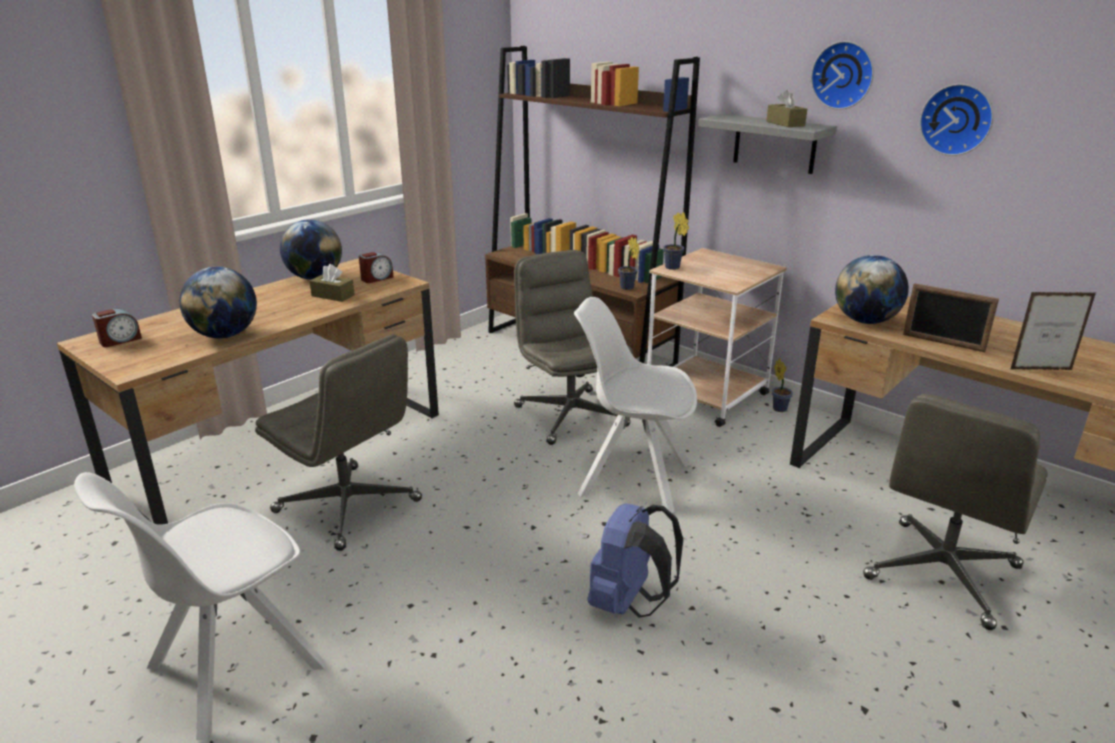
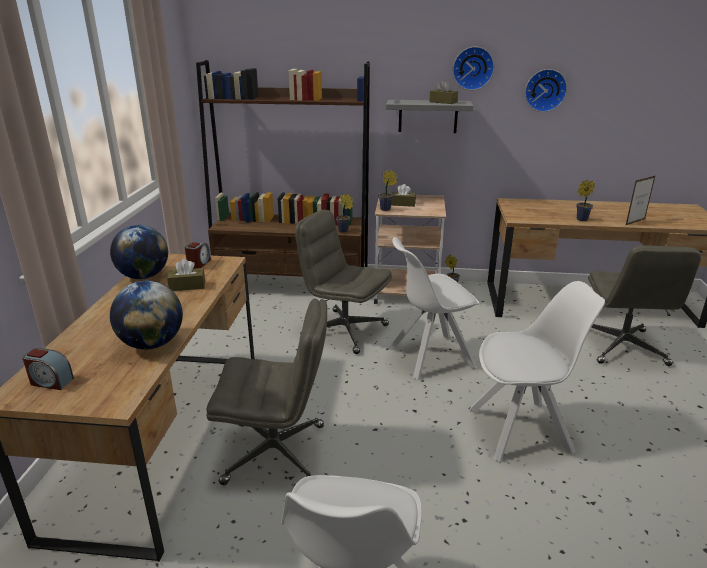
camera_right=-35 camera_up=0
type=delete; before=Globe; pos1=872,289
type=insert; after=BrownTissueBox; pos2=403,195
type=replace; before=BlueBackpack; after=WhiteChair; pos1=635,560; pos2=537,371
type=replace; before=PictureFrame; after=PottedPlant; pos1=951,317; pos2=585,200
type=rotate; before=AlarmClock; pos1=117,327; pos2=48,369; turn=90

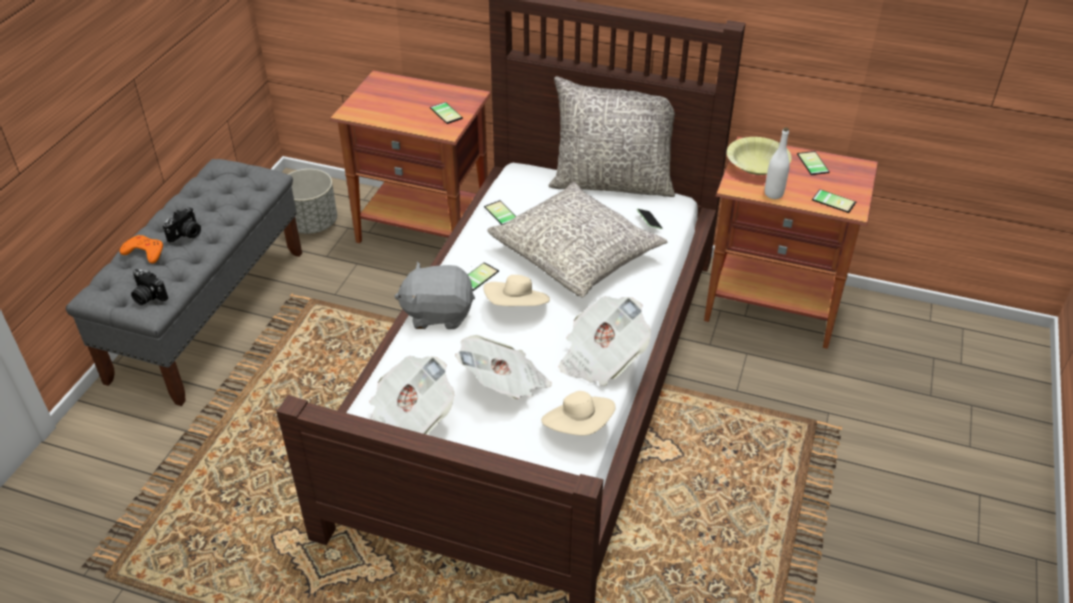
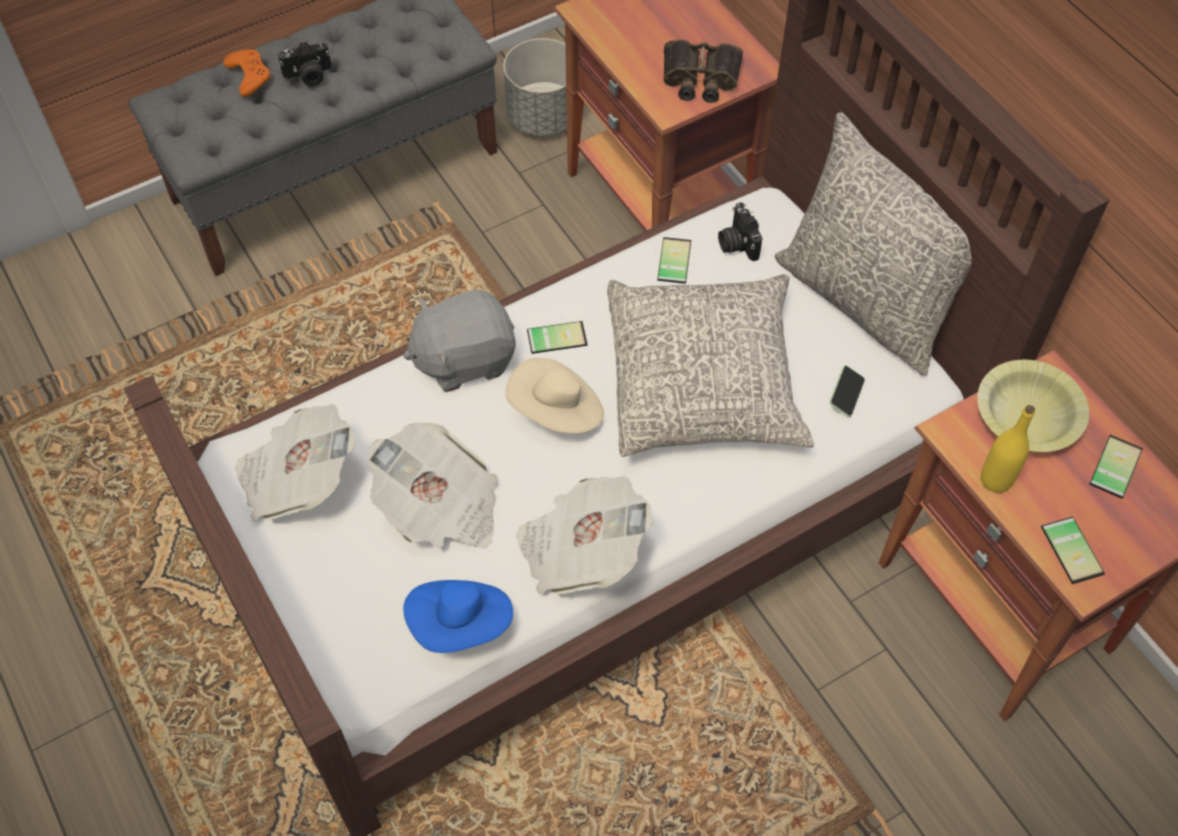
camera_right=40 camera_up=15
type=move; before=PhotoCamera; pos1=149,287; pos2=740,231
type=replace; before=Phone; after=Binoculars; pos1=446,113; pos2=703,71
type=recolor; before=BeigeHat; after=BlueHat; pos1=578,413; pos2=458,616
type=recolor; before=WhiteBottle; after=YellowBottle; pos1=777,163; pos2=1008,449
type=rotate; before=GreyPlushToy; pos1=434,295; pos2=459,340; turn=-60

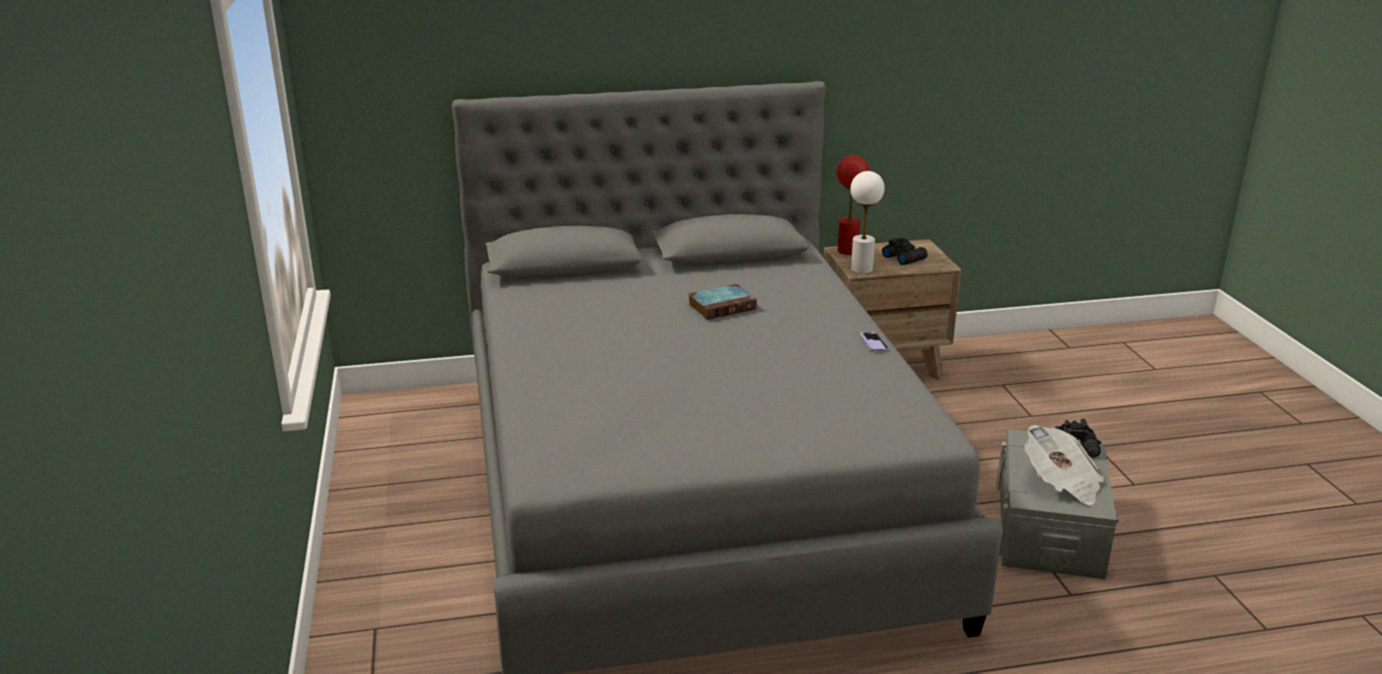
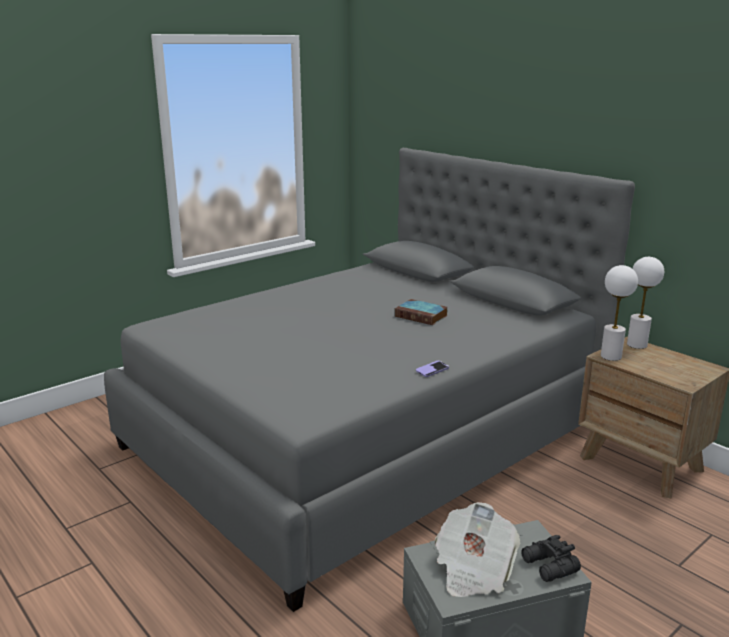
camera_right=60 camera_up=-5
type=delete; before=BlackBinoculars; pos1=905,251
type=recolor; before=RedTableLamp; after=WhiteTableLamp; pos1=853,205; pos2=645,303

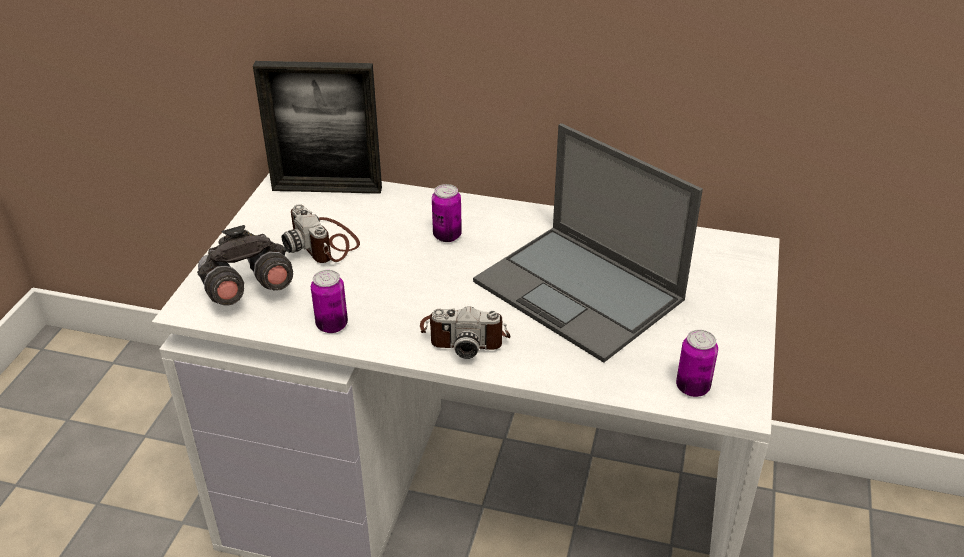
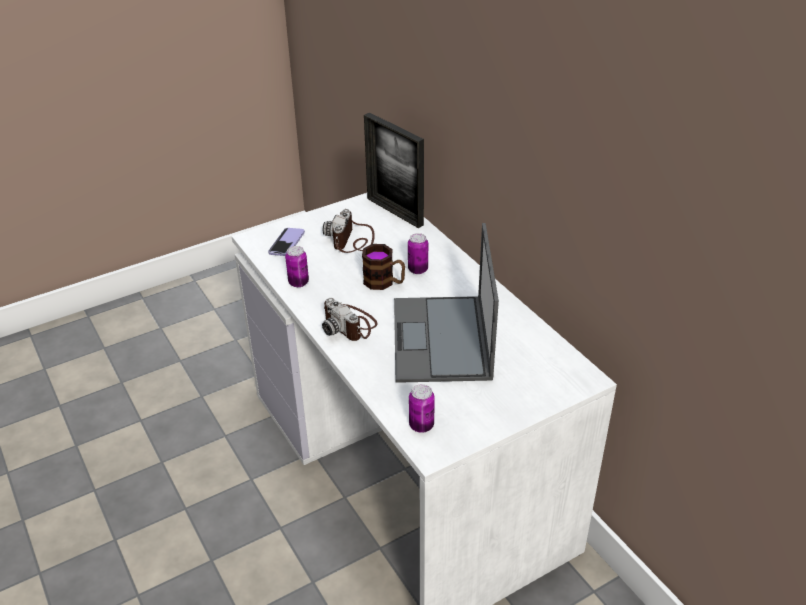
camera_right=45 camera_up=0
type=insert; after=Mug; pos2=383,267
type=replace; before=GreyBinoculars; after=Phone; pos1=245,265; pos2=286,242

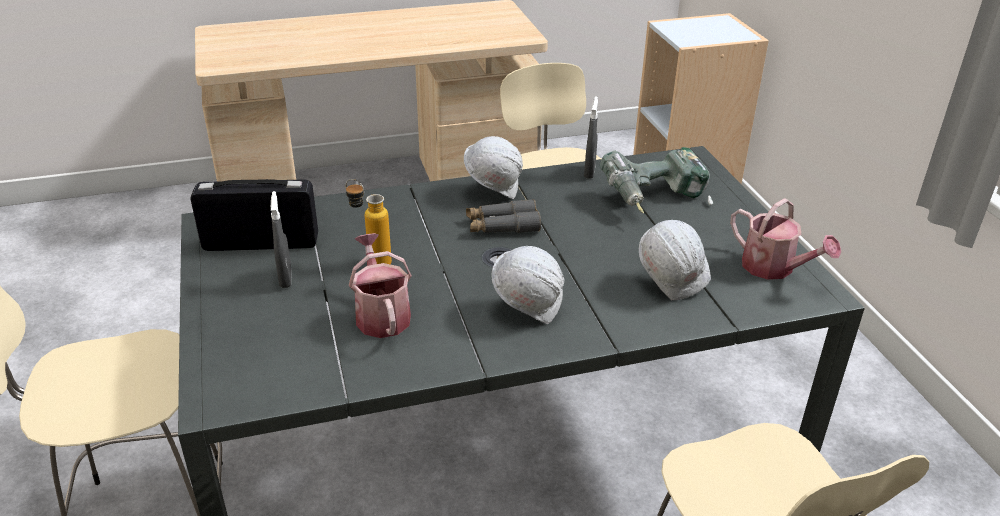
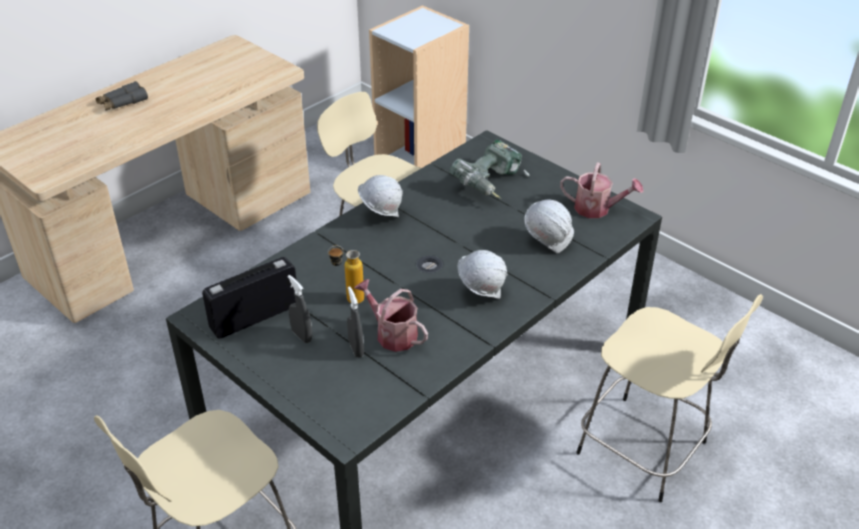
camera_right=-30 camera_up=5
type=move; before=GreyBinoculars; pos1=503,216; pos2=122,96
type=move; before=GreySprayBottle; pos1=591,137; pos2=355,322

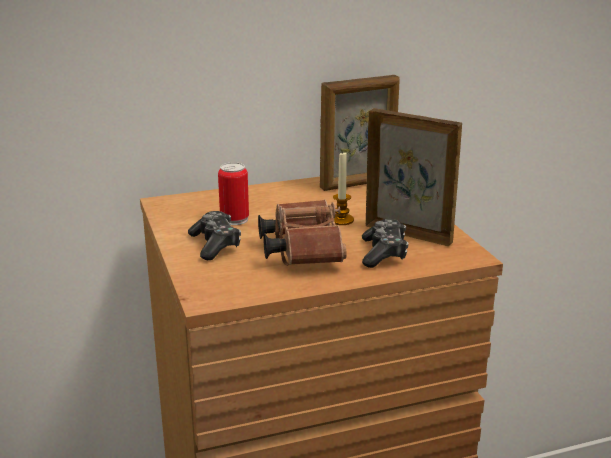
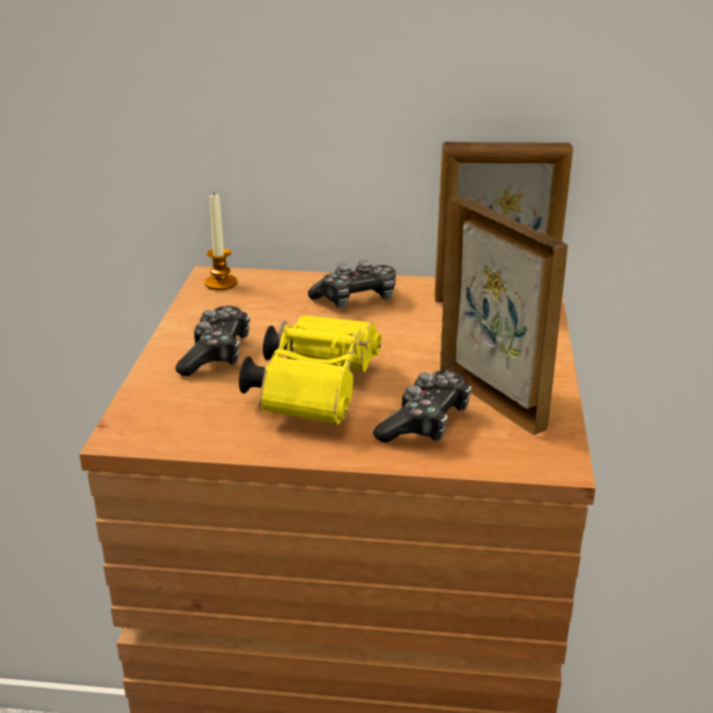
camera_right=25 camera_up=5
type=delete; before=Can; pos1=233,193
type=insert; after=GameController; pos2=352,284
type=move; before=Candle; pos1=343,189; pos2=221,242
type=recolor; before=BrownBinoculars; after=YellowBinoculars; pos1=302,232; pos2=310,369

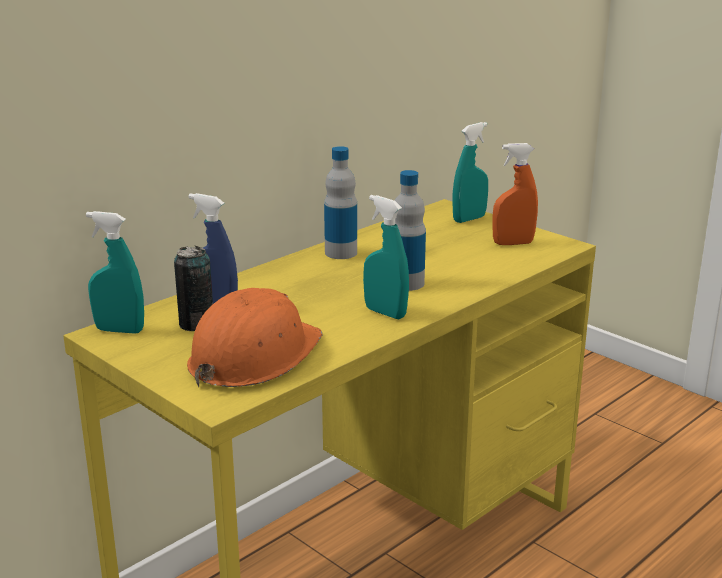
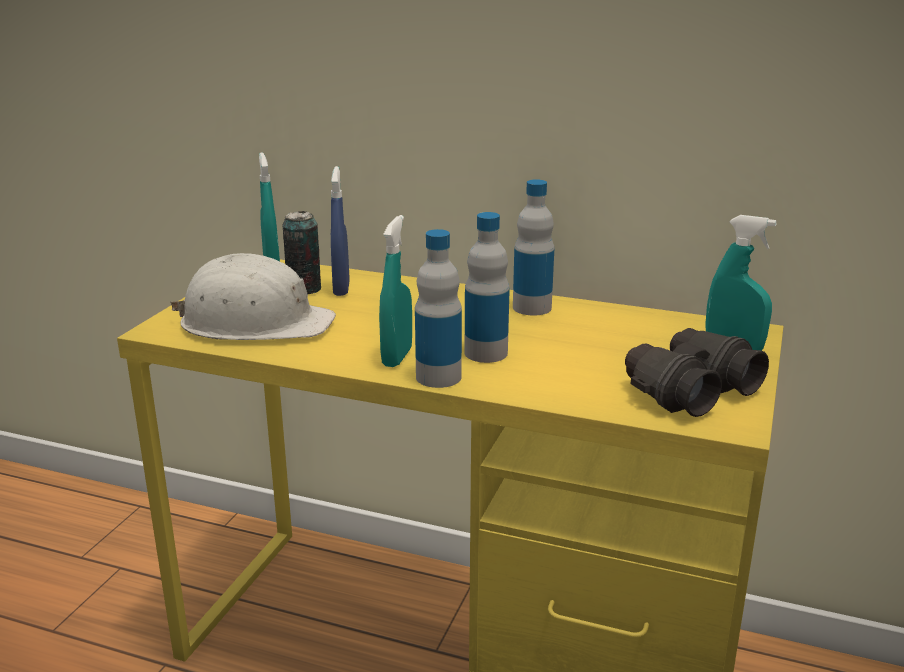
camera_right=65 camera_up=0
type=insert; after=Bottle; pos2=438,308
type=replace; before=OrangeSprayBottle; after=BlackBinoculars; pos1=515,194; pos2=697,372
type=recolor; before=OrangeHardHat; after=WhiteHardHat; pos1=255,337; pos2=252,296

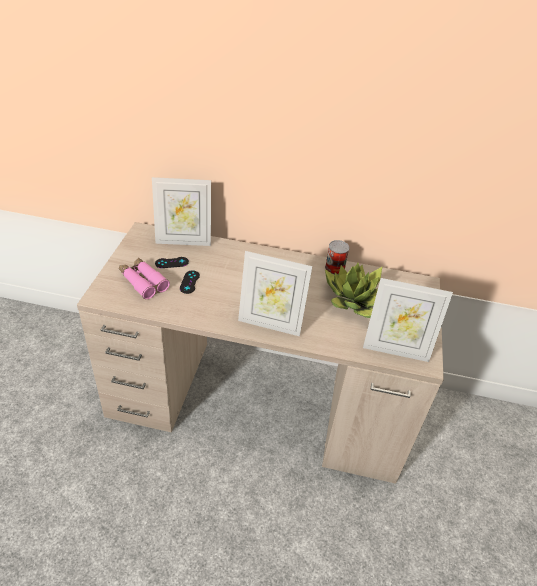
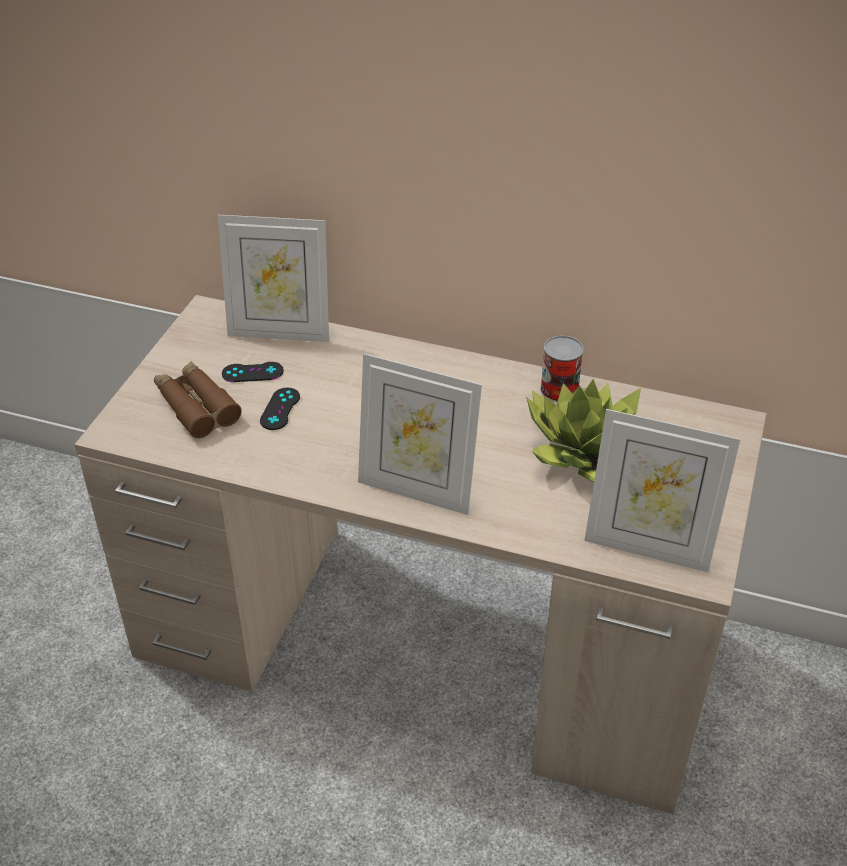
camera_right=10 camera_up=0
type=recolor; before=PinkBinoculars; after=BrownBinoculars; pos1=144,278; pos2=198,400

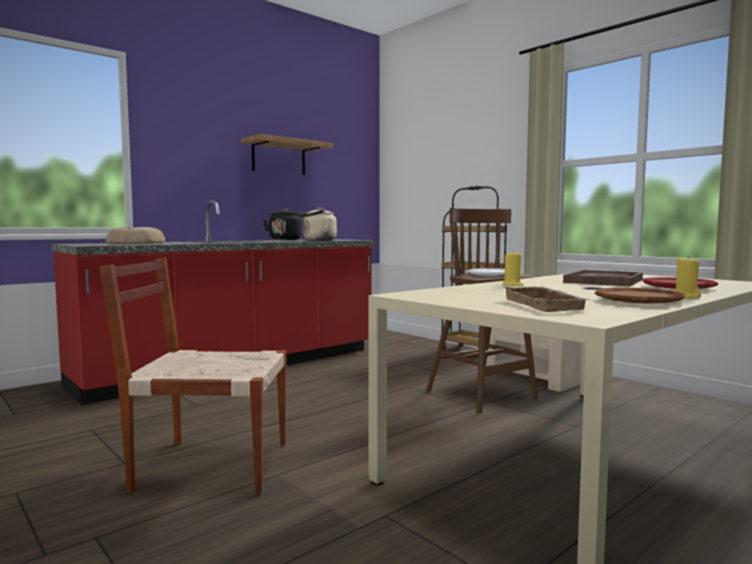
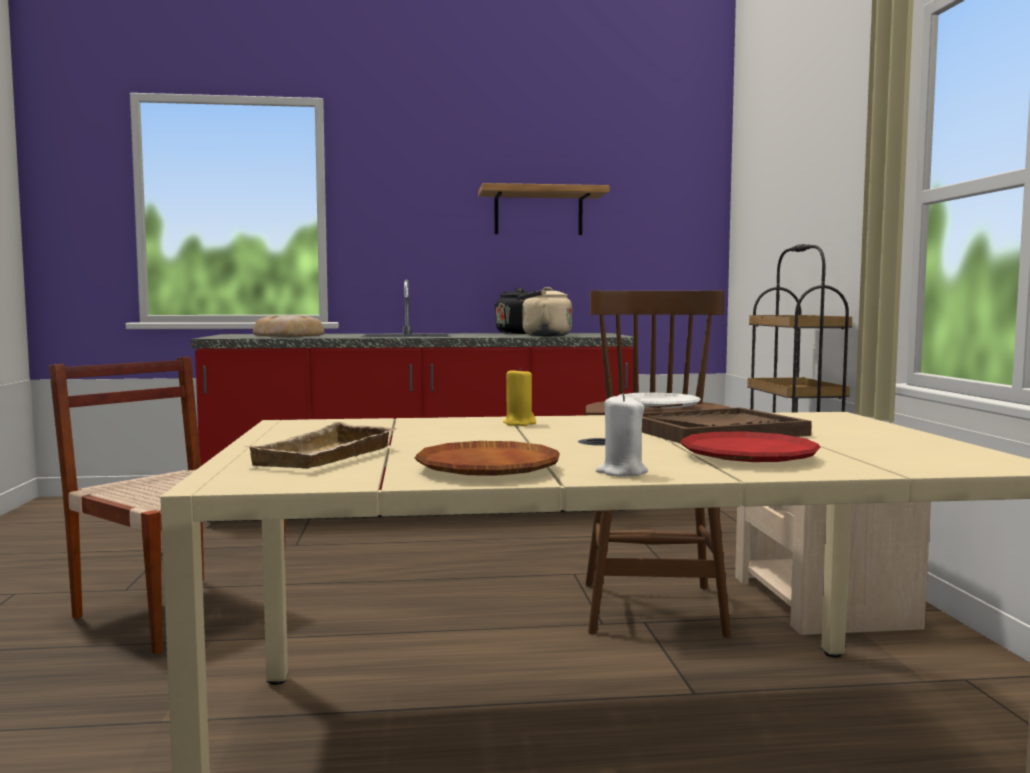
camera_right=35 camera_up=0
type=recolor; before=YellowCandle; after=WhiteCandle; pos1=688,277; pos2=622,435

